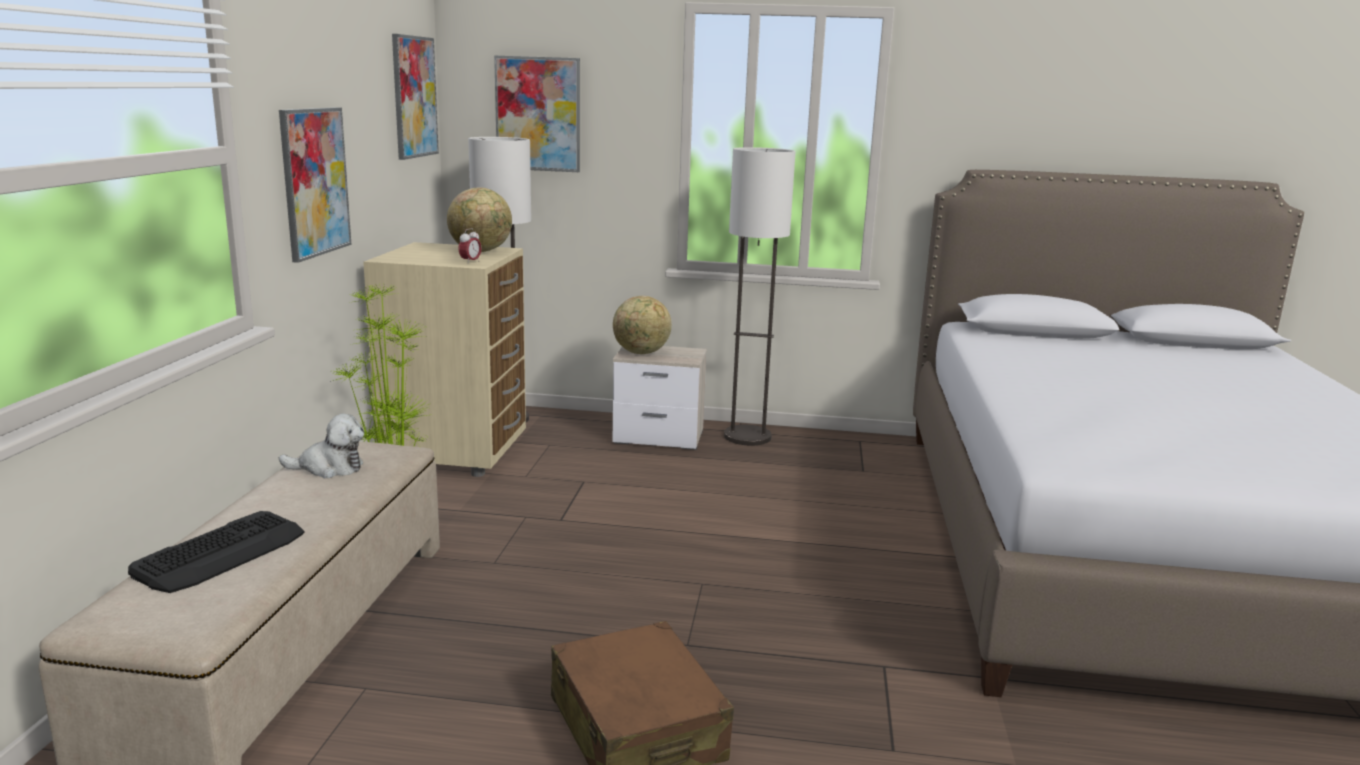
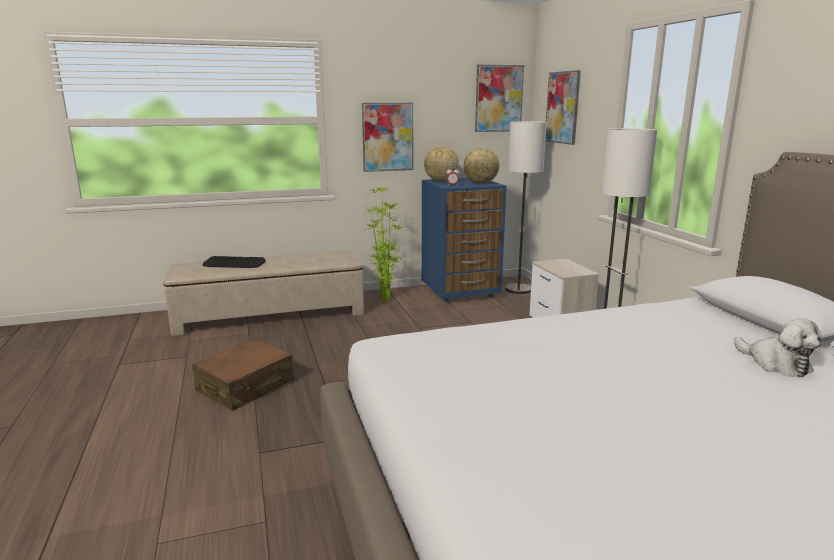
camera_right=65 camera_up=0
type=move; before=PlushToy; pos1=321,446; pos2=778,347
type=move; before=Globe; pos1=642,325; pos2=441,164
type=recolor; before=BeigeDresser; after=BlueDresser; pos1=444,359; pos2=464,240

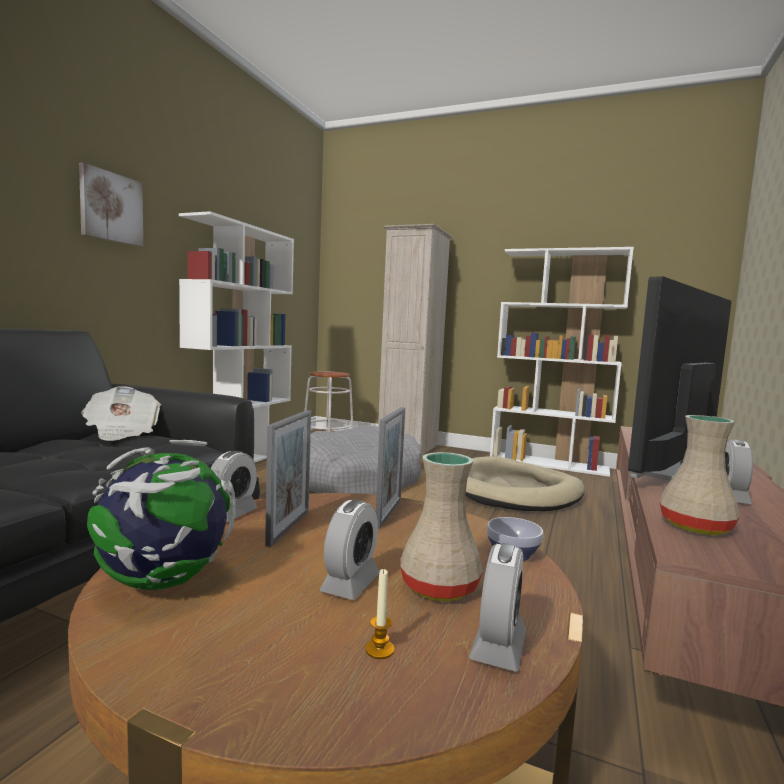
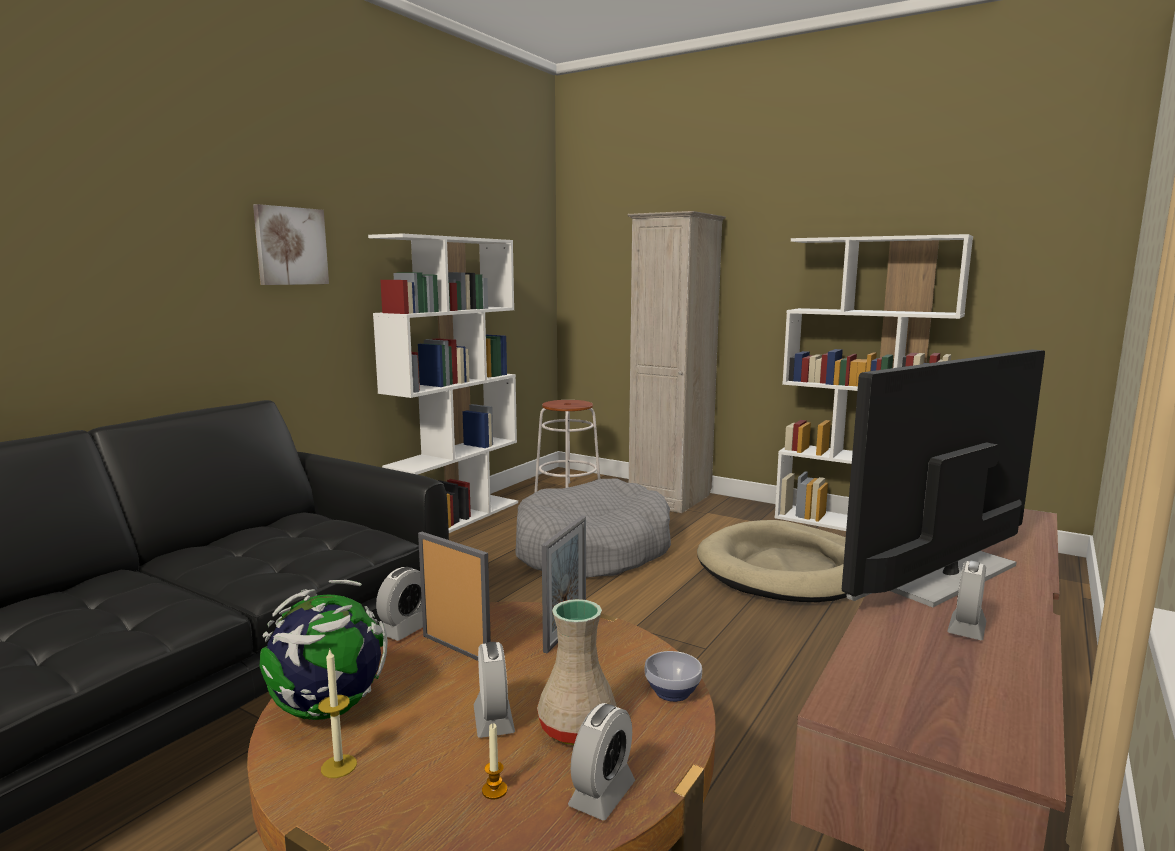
camera_right=10 camera_up=5
type=delete; before=Newspaper; pos1=121,413
type=delete; before=BeigeVase; pos1=699,475
type=insert; after=Candle; pos2=337,713
type=rotate; before=PictureFrame; pos1=288,478; pos2=454,596; turn=-75
type=rotate; before=AlarmClock; pos1=349,549; pos2=494,690; turn=-45

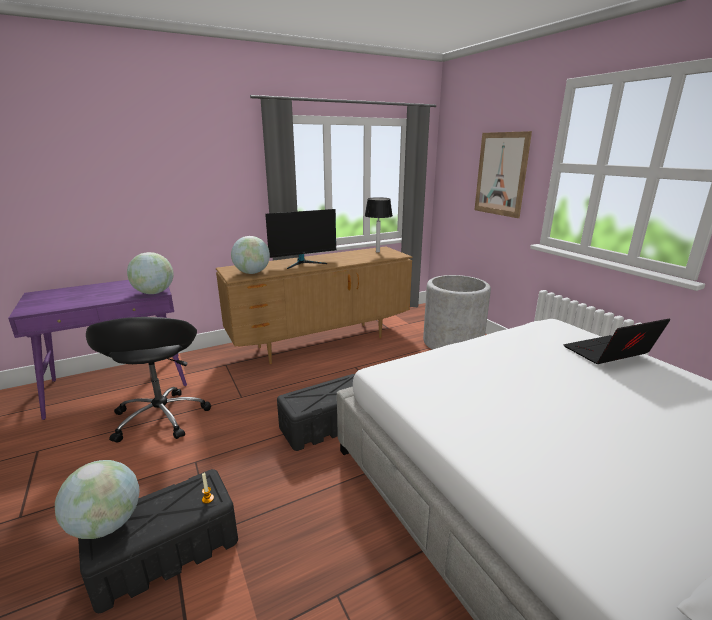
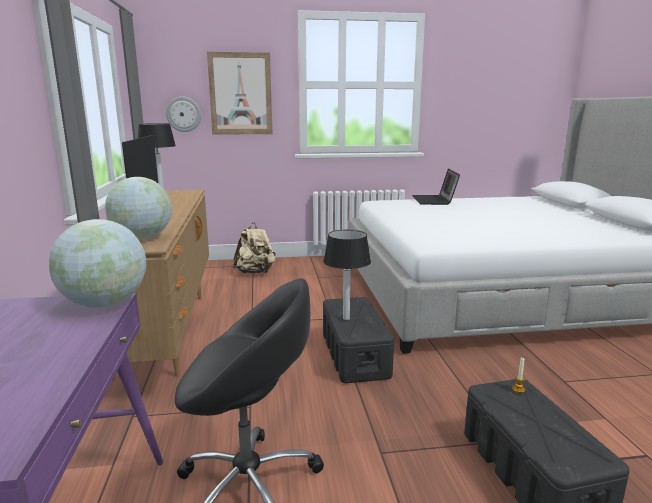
camera_right=-70 camera_up=-5
type=delete; before=Globe; pos1=97,499
type=insert; after=WallClock; pos2=183,114
type=insert; after=TableLamp; pos2=347,275
type=replace; before=GreyPlanter; after=BeigeBackpack; pos1=457,312; pos2=254,248

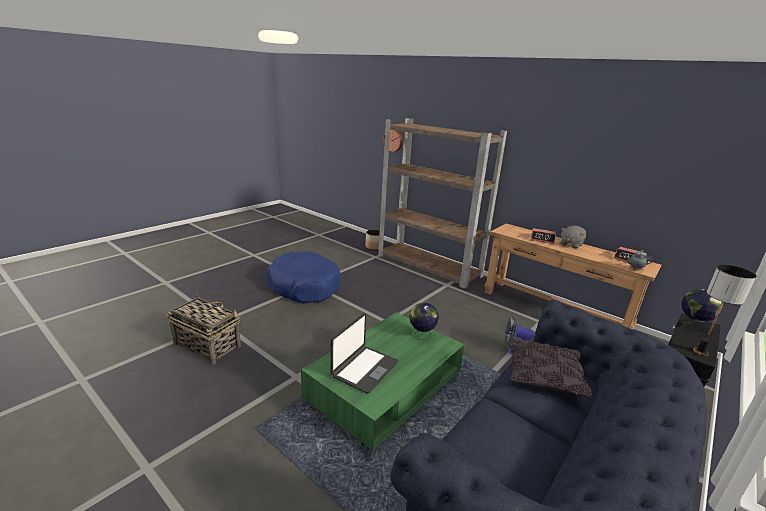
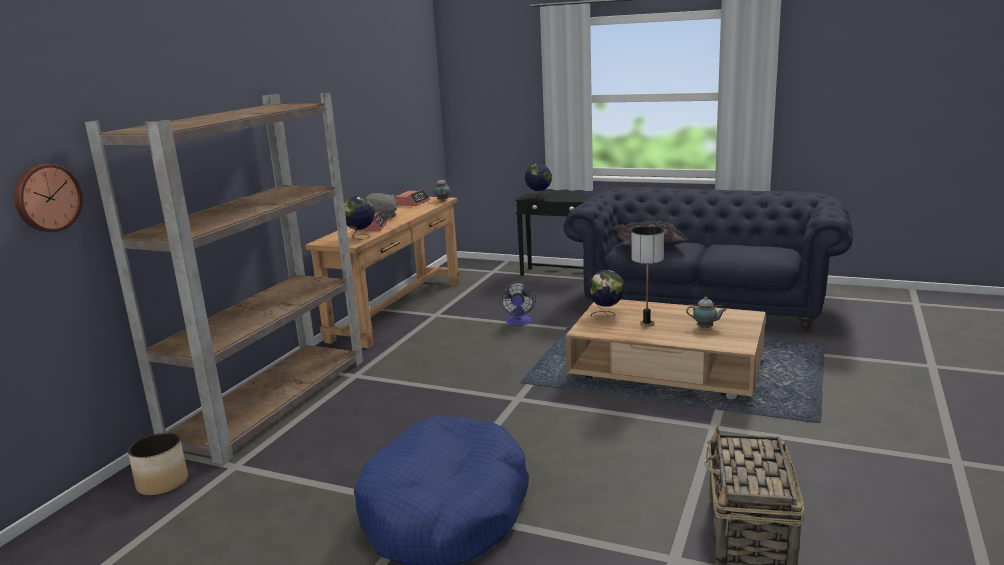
camera_right=-105 camera_up=-5
type=insert; after=Globe; pos2=359,218
type=move; before=TableLamp; pos1=724,310; pos2=647,276
type=replace; before=Laptop; after=Teapot; pos1=364,353; pos2=706,312
type=recolor; before=GreenCoffeeTable; after=BrownCoffeeTable; pos1=383,381; pos2=666,349

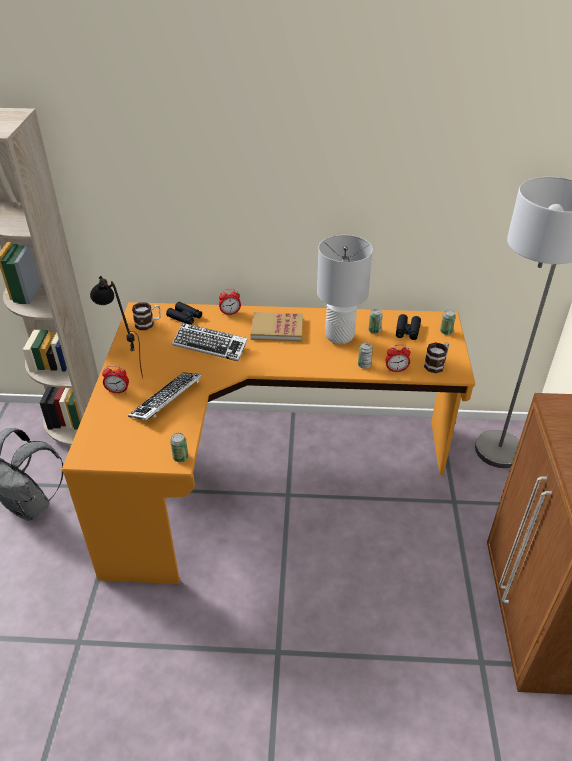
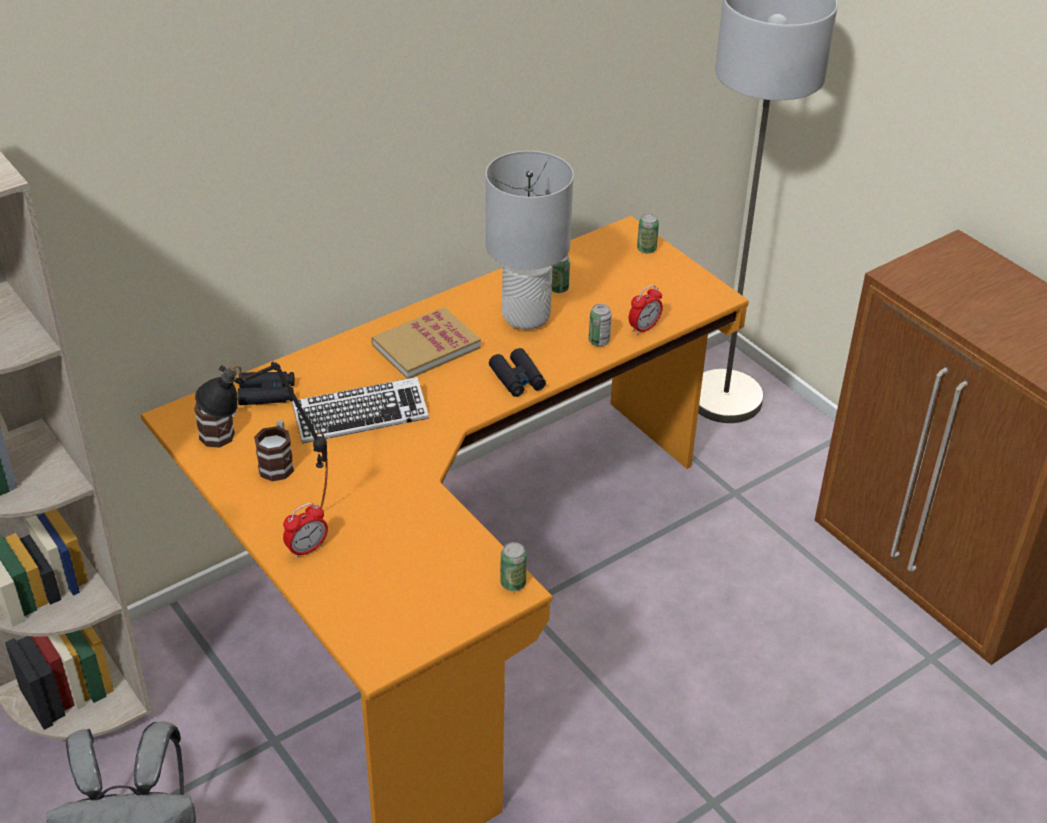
camera_right=-40 camera_up=0
type=delete; before=Keyboard; pos1=165,396
type=delete; before=AlarmClock; pos1=230,301
type=move; before=BlackBinoculars; pos1=408,327; pos2=517,372
type=move; before=Mug; pos1=436,357; pos2=274,450

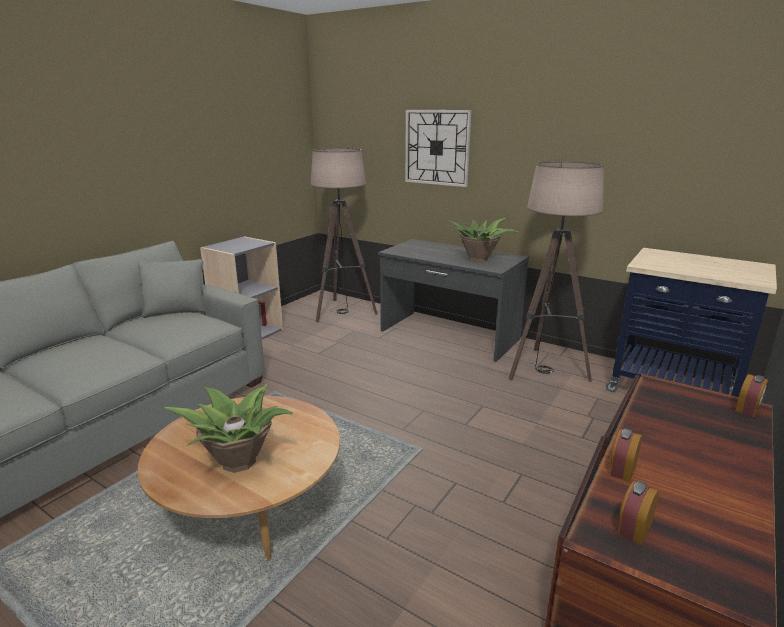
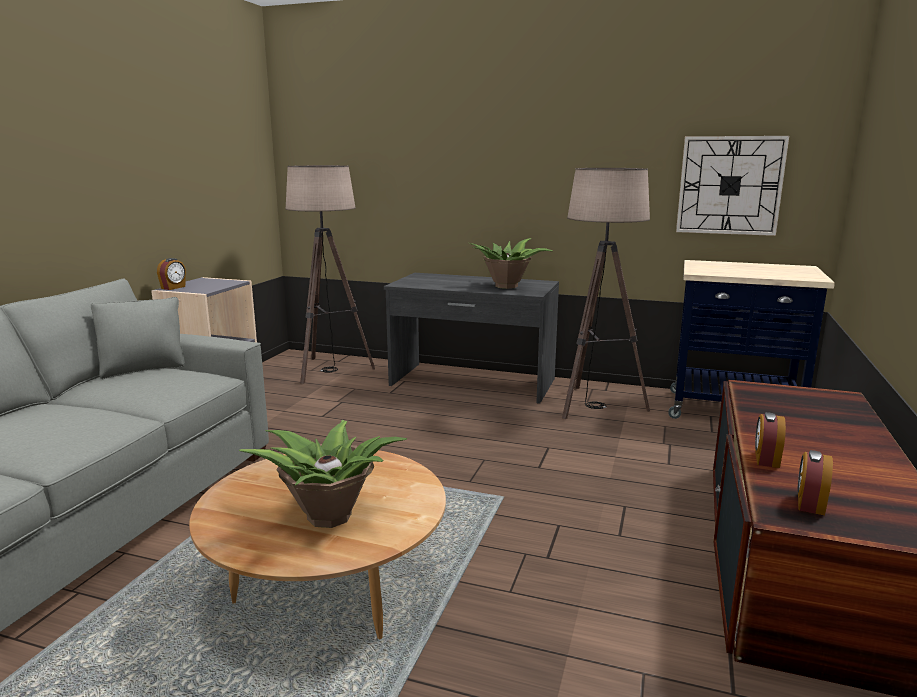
camera_right=-15 camera_up=-5
type=move; before=WallClock; pos1=438,148; pos2=732,186
type=move; before=AlarmClock; pos1=752,395; pos2=171,274

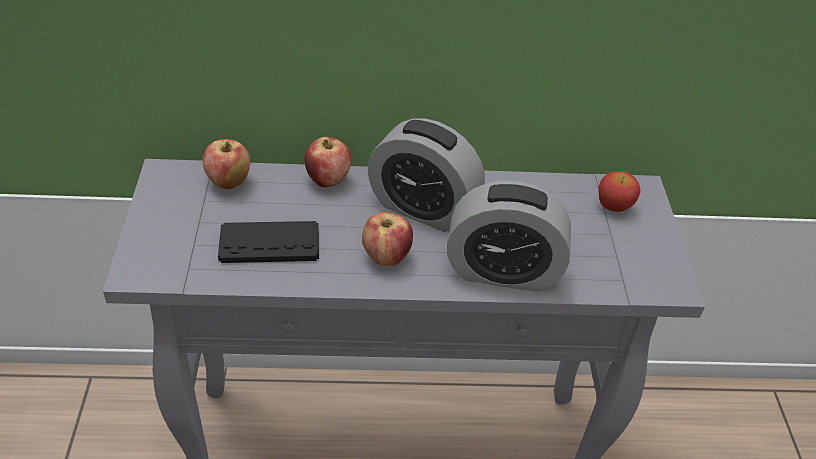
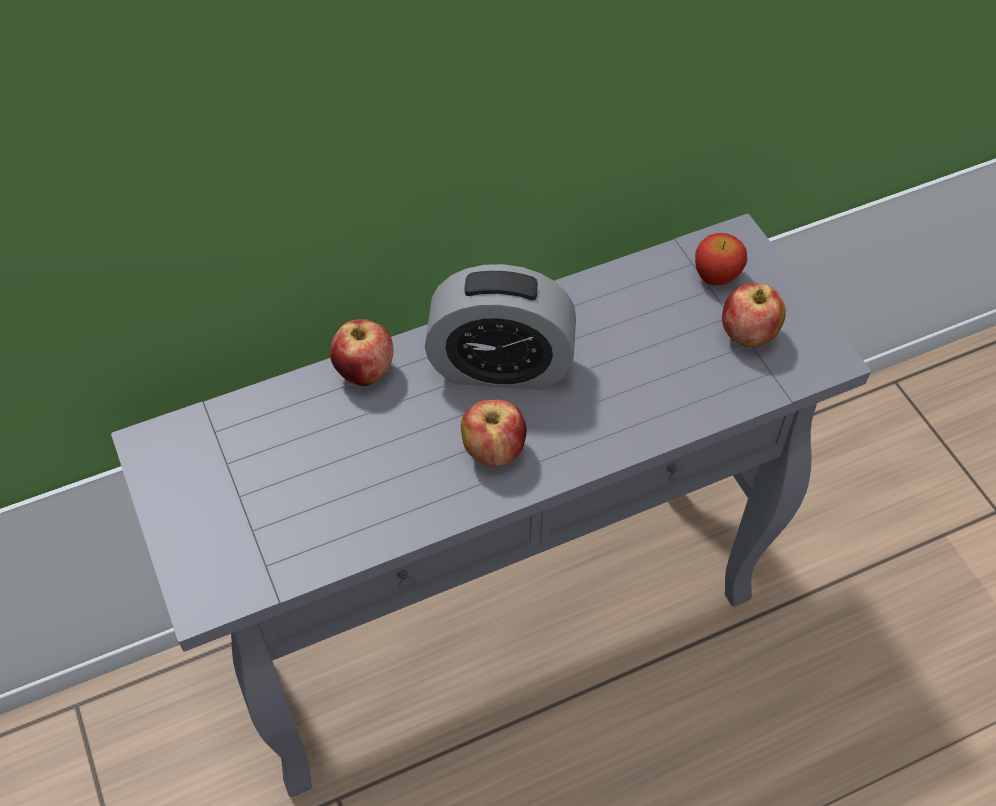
camera_right=-20 camera_up=10
type=delete; before=BlackGameController; pos1=268,242
type=delete; before=AlarmClock; pos1=509,236
type=move; before=Apple; pos1=227,164; pos2=754,315

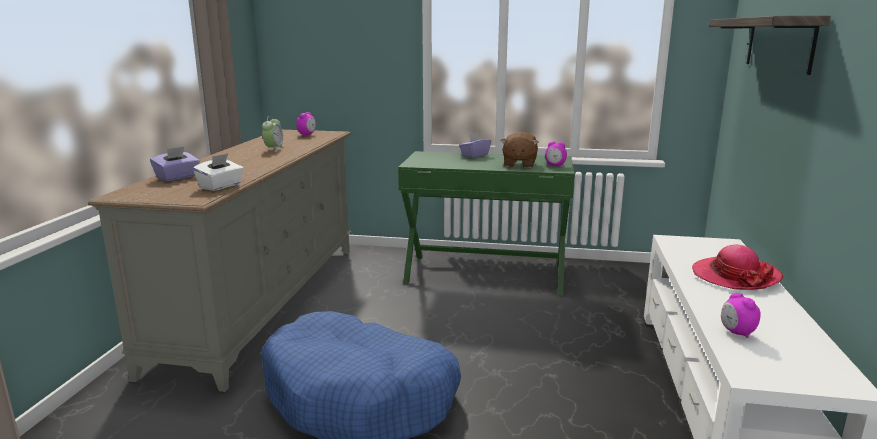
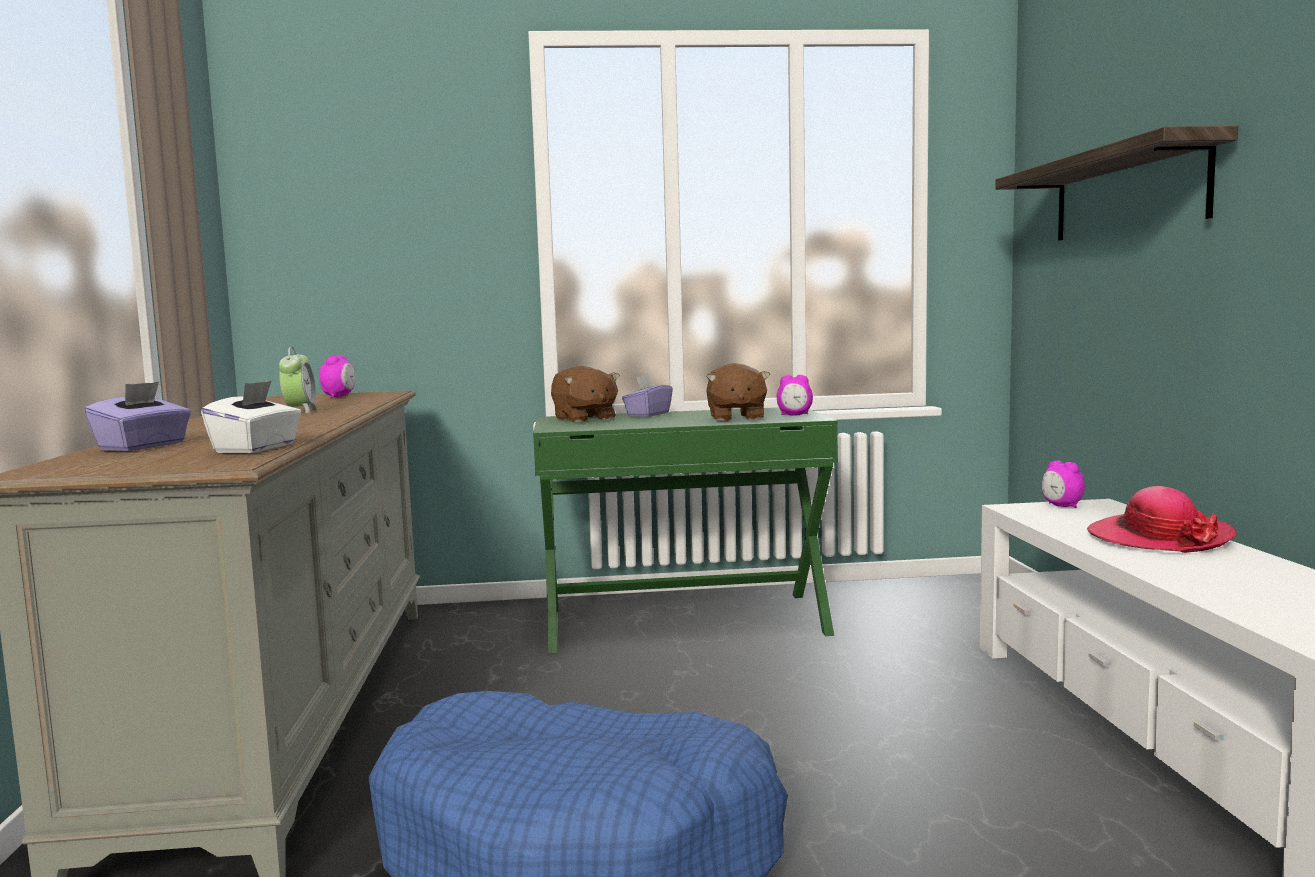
camera_right=-15 camera_up=-10
type=insert; after=BrownPlushToy; pos2=585,394
type=move; before=AlarmClock; pos1=740,315; pos2=1063,484

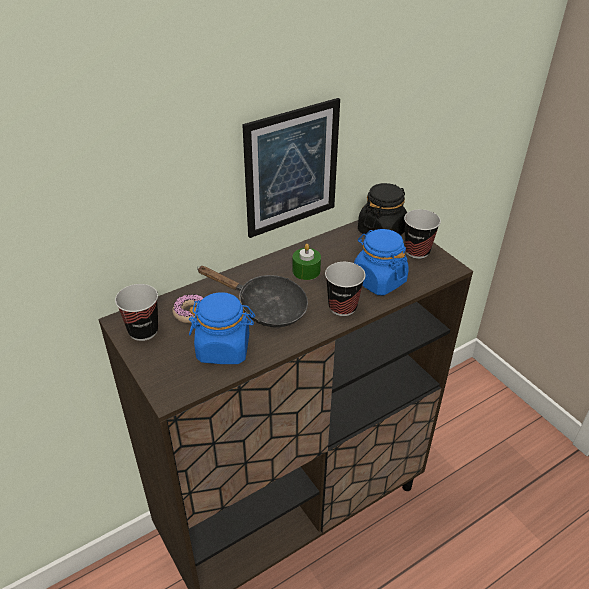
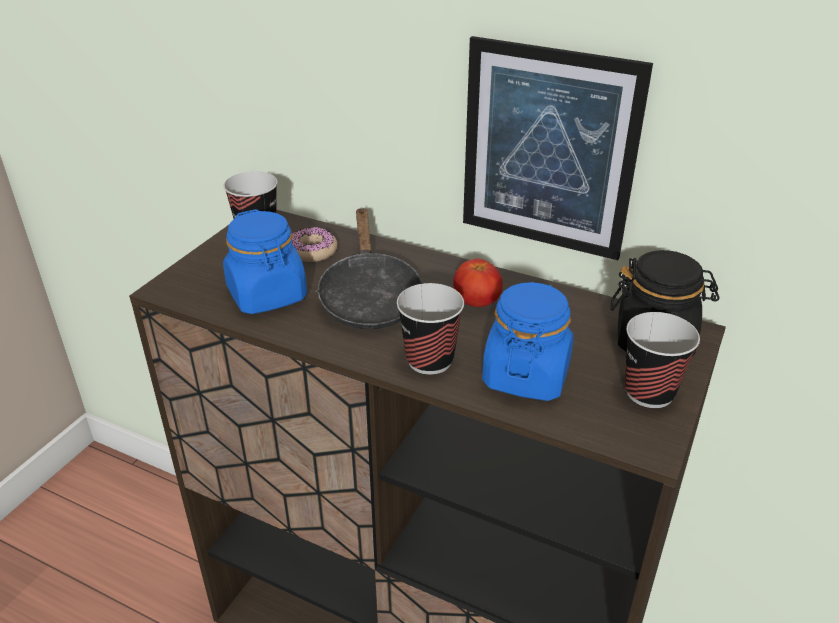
camera_right=60 camera_up=-5
type=replace; before=GreenCandle; after=Tomato; pos1=306,262; pos2=478,283

